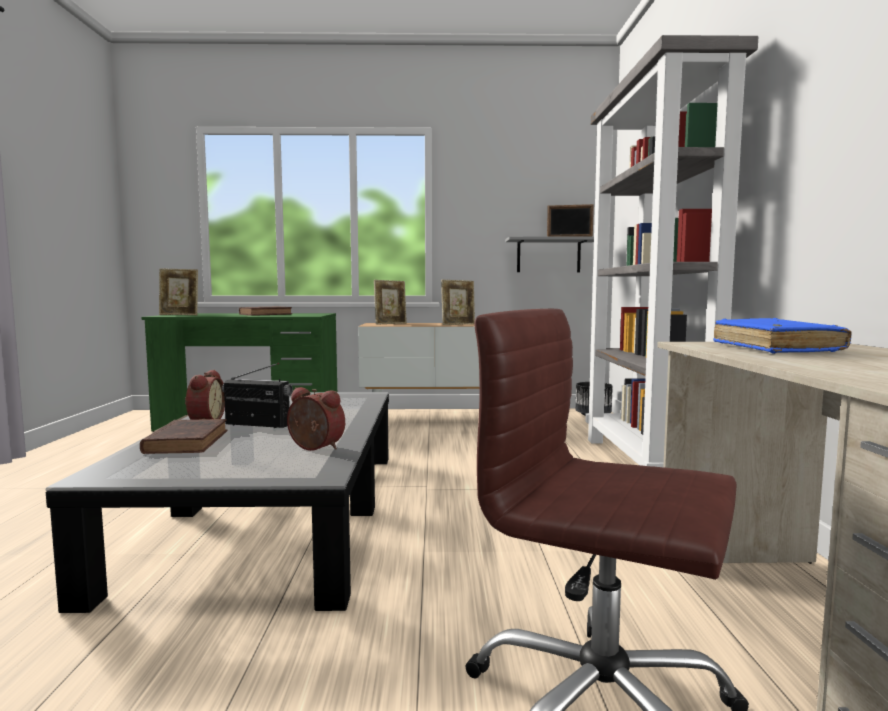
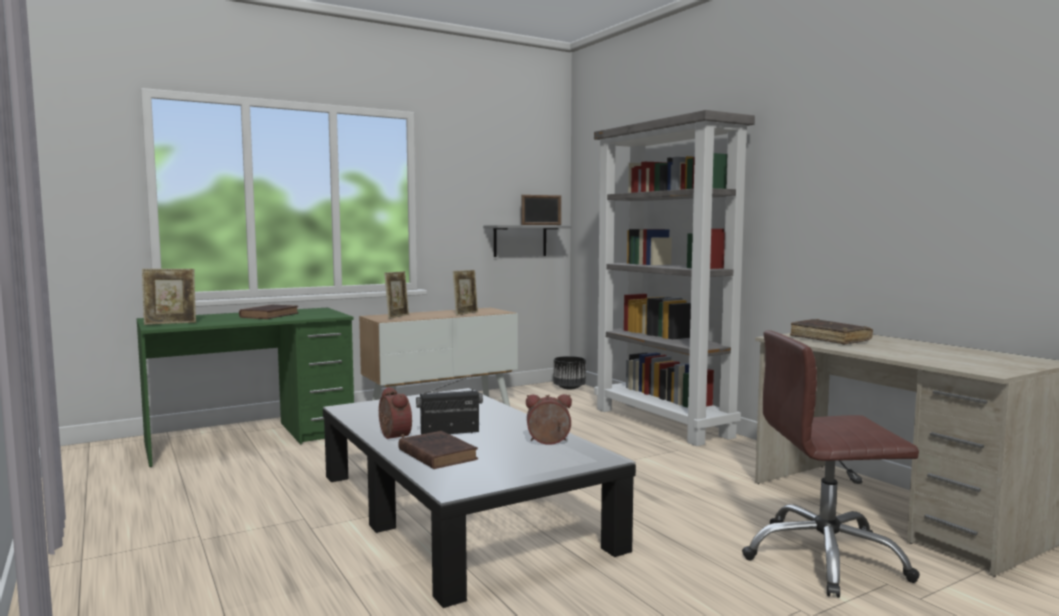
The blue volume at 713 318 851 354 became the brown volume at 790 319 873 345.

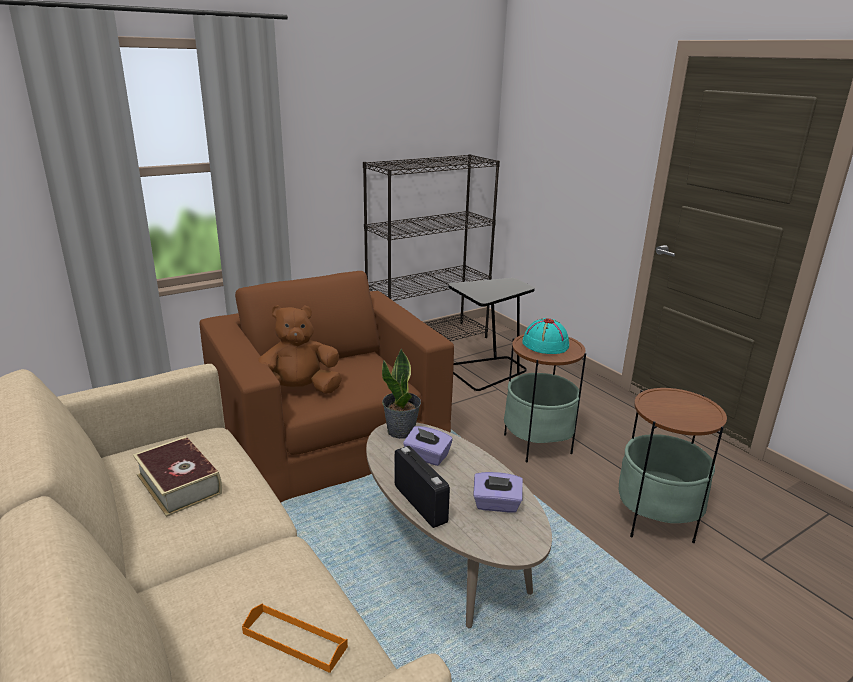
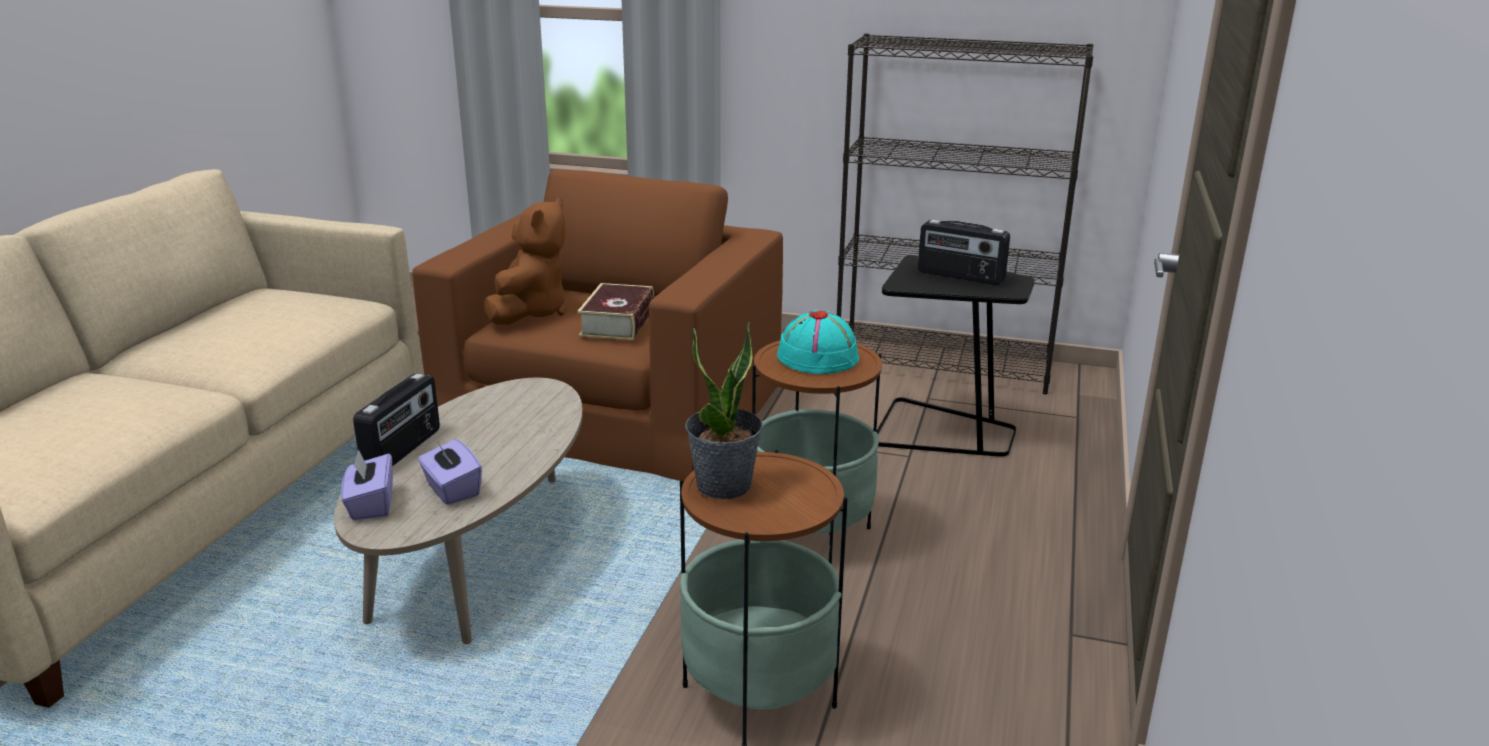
The volume moved from 133 436 222 517 to 577 283 654 340. The orangey serving tray at 242 603 348 673 disappeared. The brown plush toy at 258 305 342 394 turned 75 degrees clockwise. The potted plant moved from 382 348 421 439 to 685 322 763 499. The purple box of tissues moved from 403 426 453 466 to 341 450 393 520. The radio receiver at 918 220 1010 285 appeared.

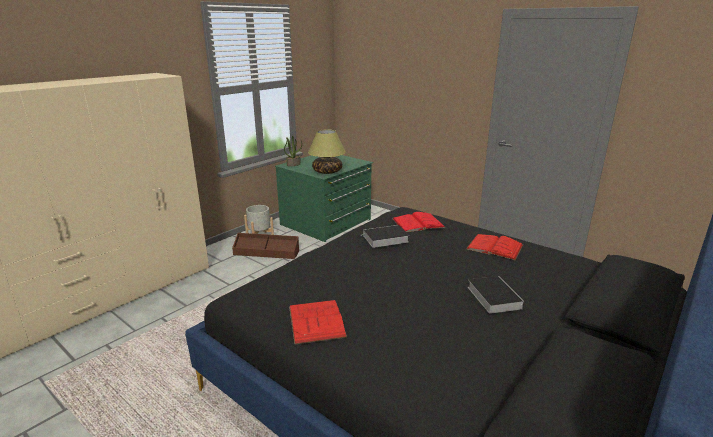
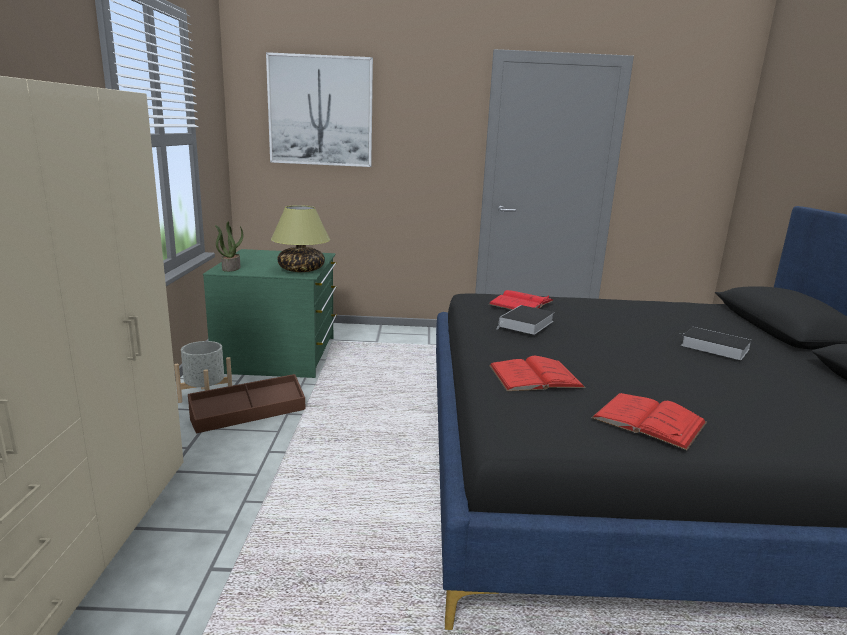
The reddish volume moved from 466 234 523 260 to 489 356 586 391. The picture at 266 52 373 167 appeared.

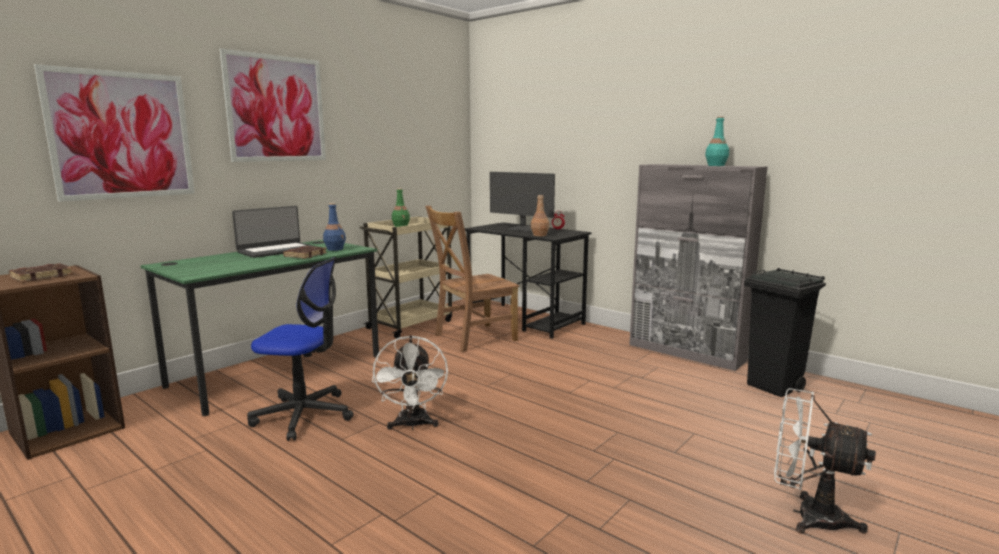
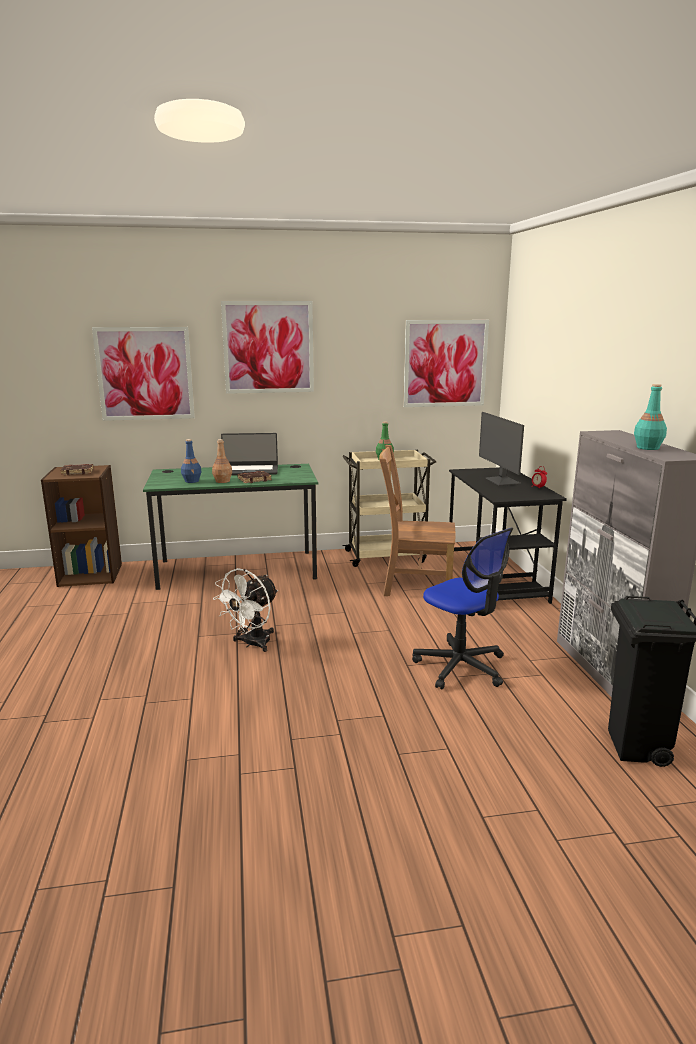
The computer chair moved from 247 257 354 441 to 412 528 513 689. The blue drink bottle moved from 323 203 346 251 to 181 439 201 483. The brown drink bottle moved from 531 195 549 236 to 212 439 232 483. The white-coloured fan at 774 388 876 534 disappeared. The picture at 403 320 489 407 appeared.

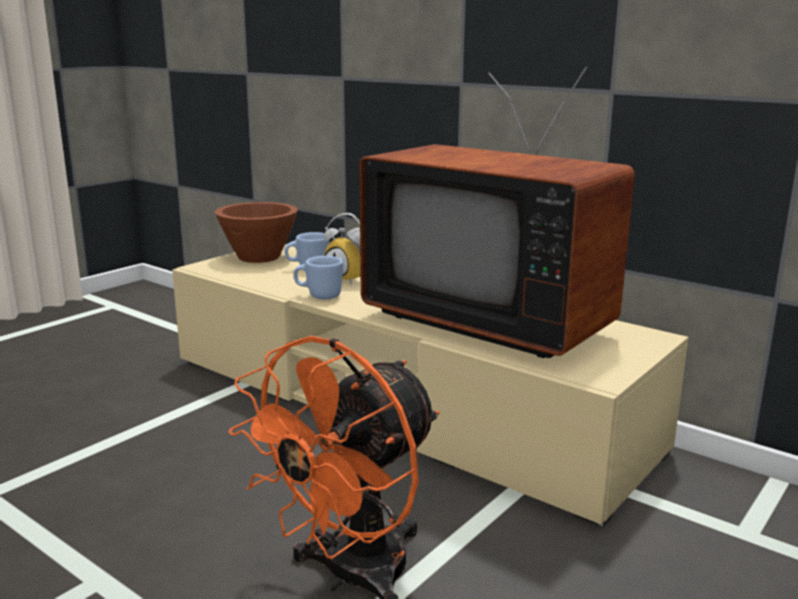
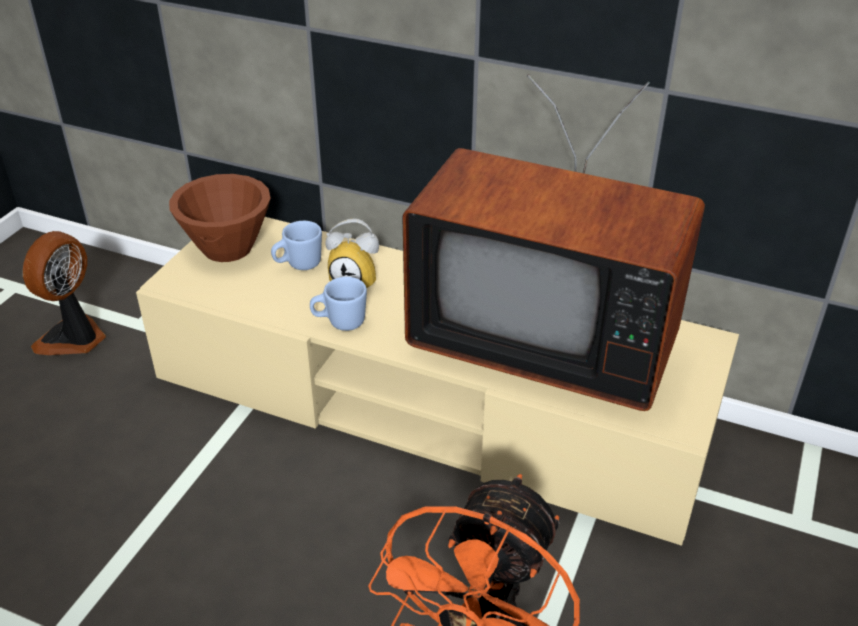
The fan at 23 231 106 355 appeared.

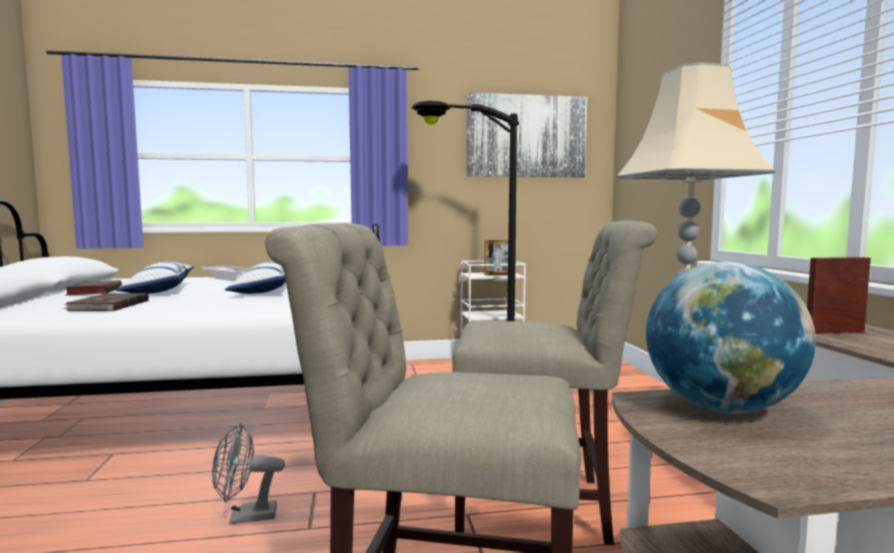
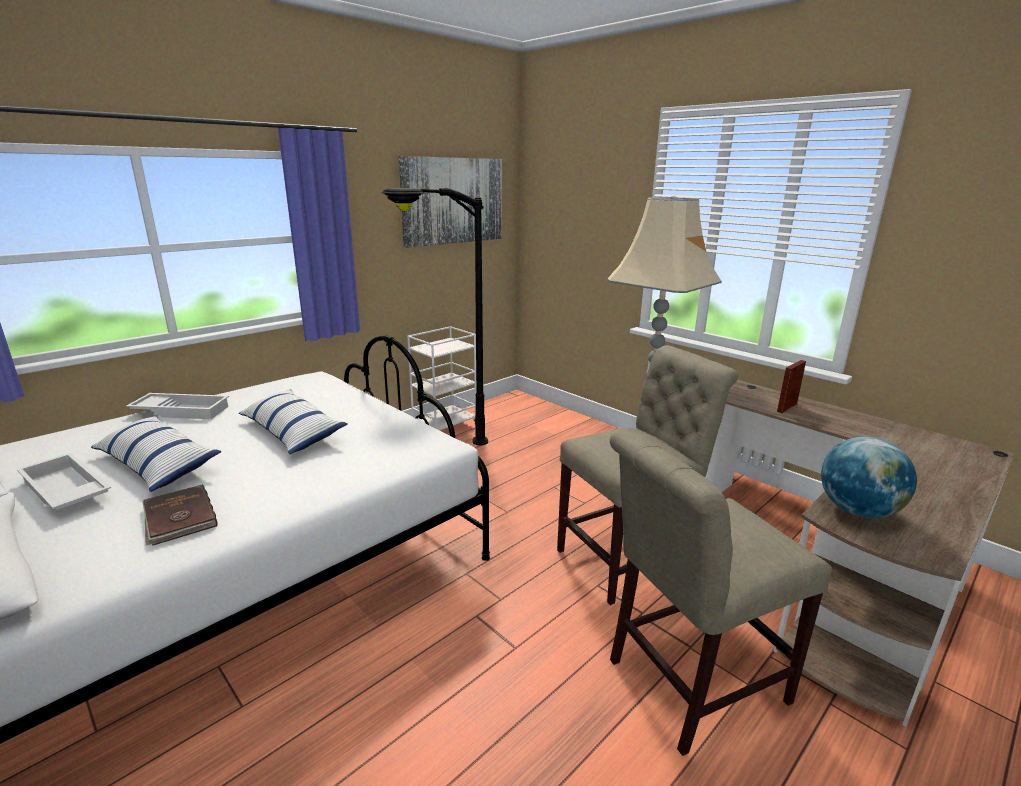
The volume at 65 280 122 295 was replaced by the white-coloured serving tray at 17 453 111 510. The grey fan at 212 423 285 524 disappeared. The standing frame at 484 240 508 275 disappeared.

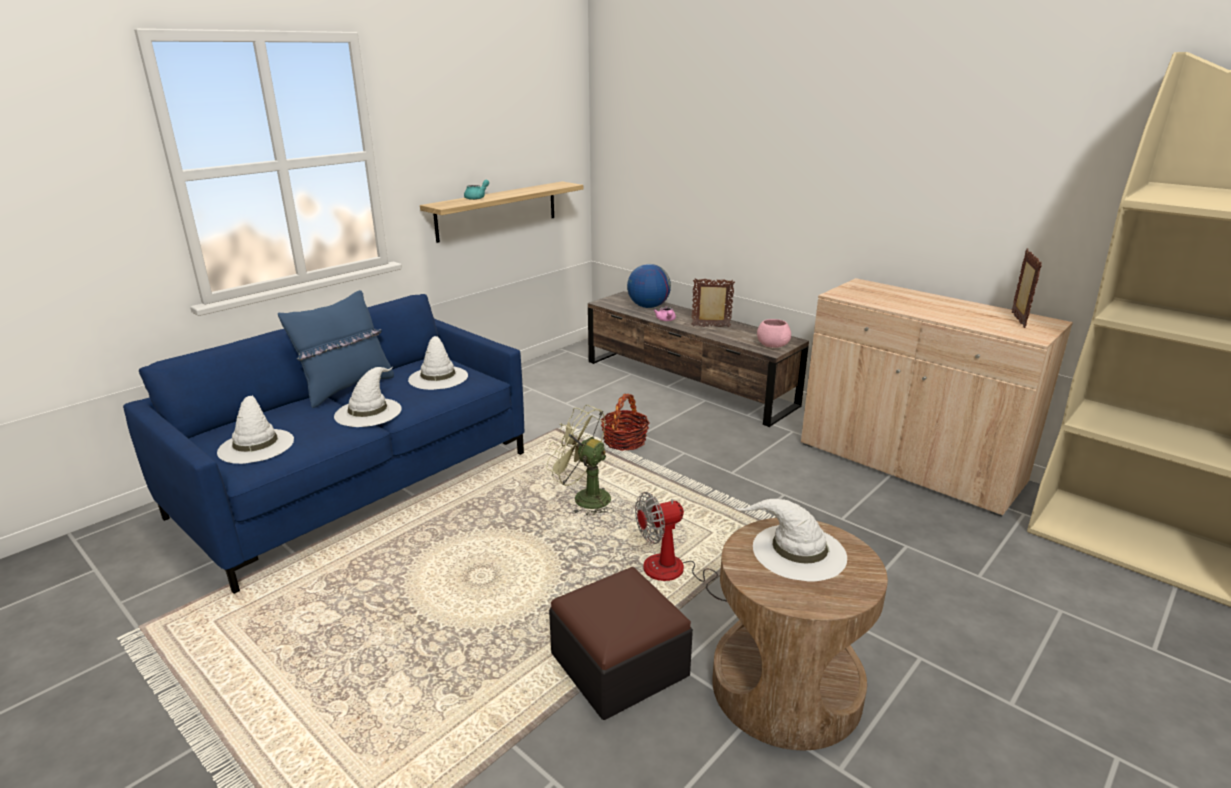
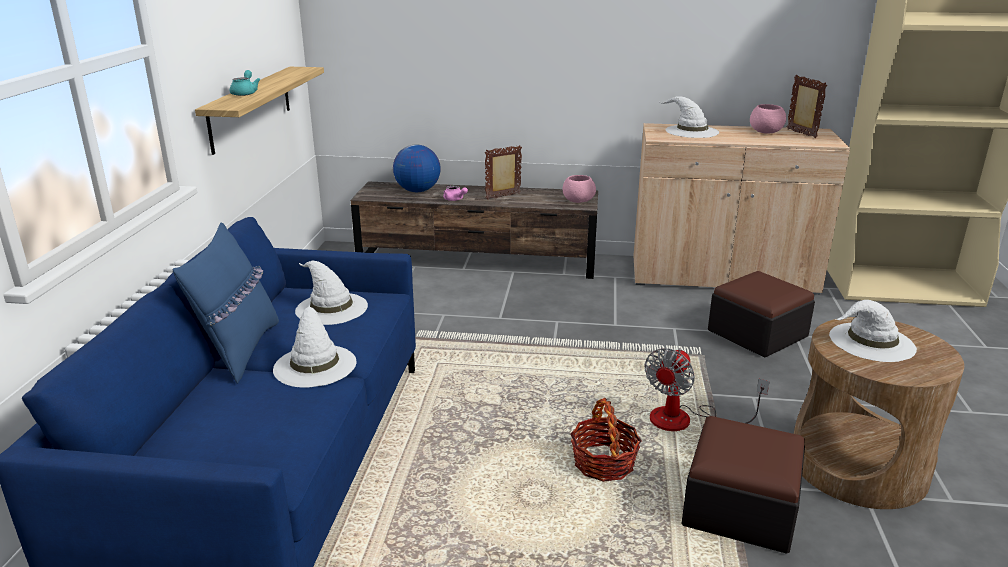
The white-coloured wearable hat moved from 217 395 294 464 to 660 96 719 138. The green fan at 546 405 614 516 disappeared. The basket moved from 601 394 649 451 to 571 398 641 482. The footrest at 708 271 815 358 appeared. The pink-coloured bowl at 750 104 786 134 appeared.

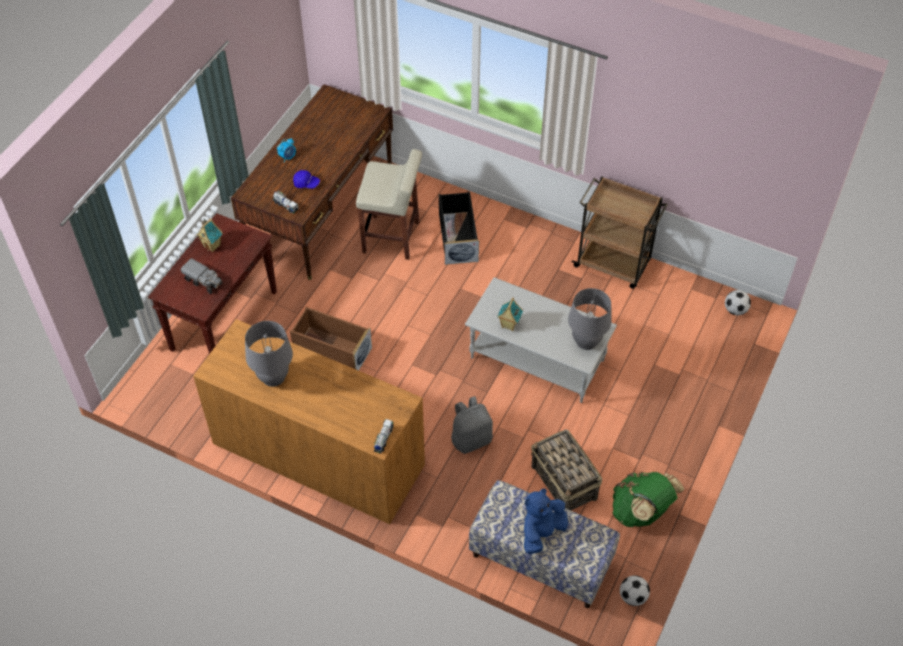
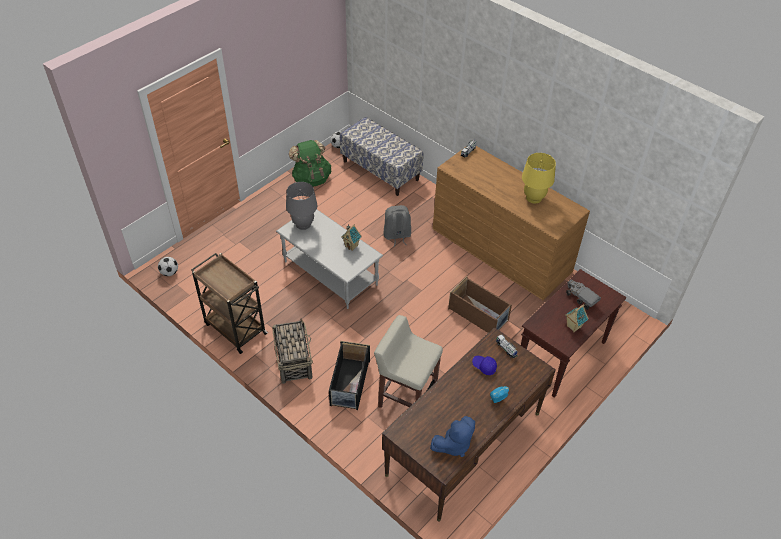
The grey tabletop lamp at 245 321 293 387 became the yellow tabletop lamp at 522 153 556 203. The blue plush toy moved from 524 489 568 554 to 430 416 475 457. The basket moved from 531 429 602 511 to 273 318 313 384.

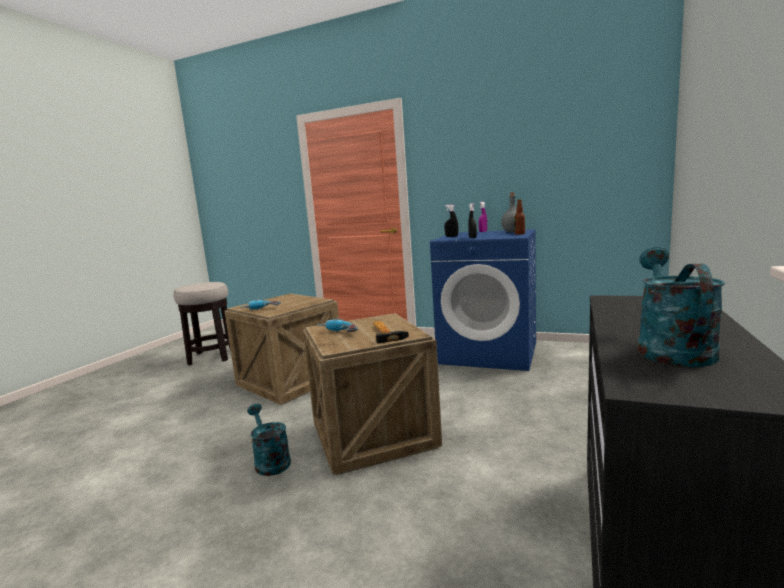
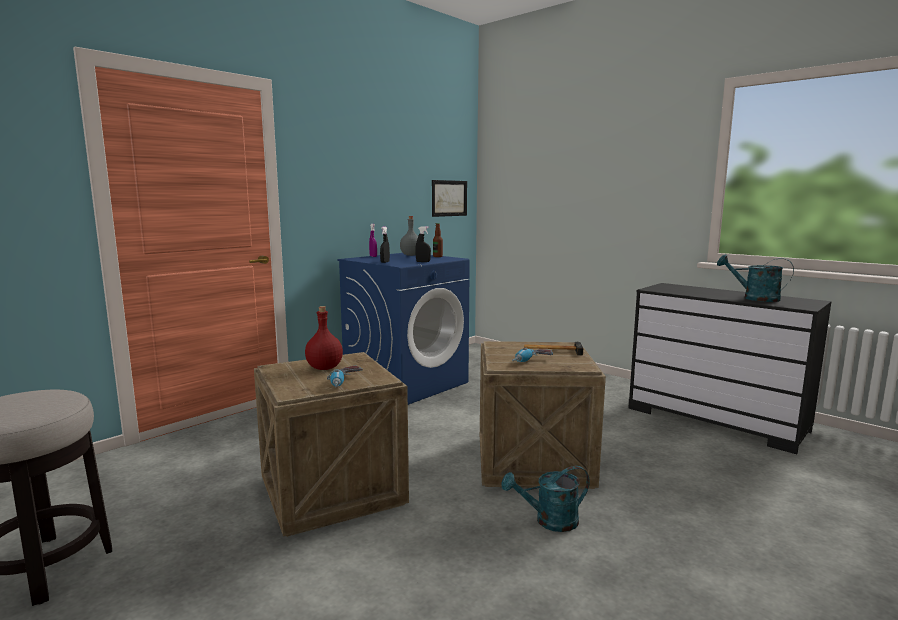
The reddish drink bottle at 305 306 343 370 appeared. The picture at 432 180 467 217 appeared.

